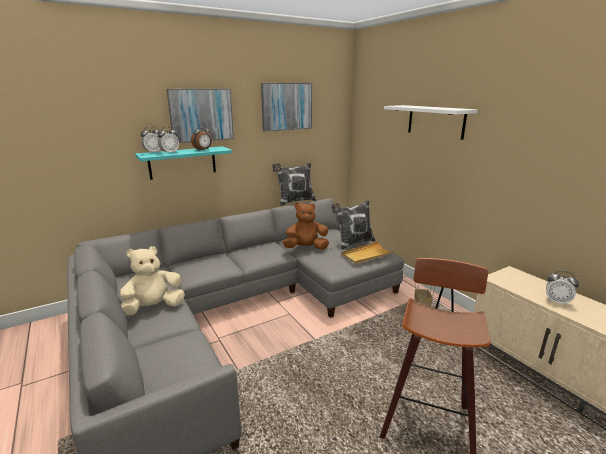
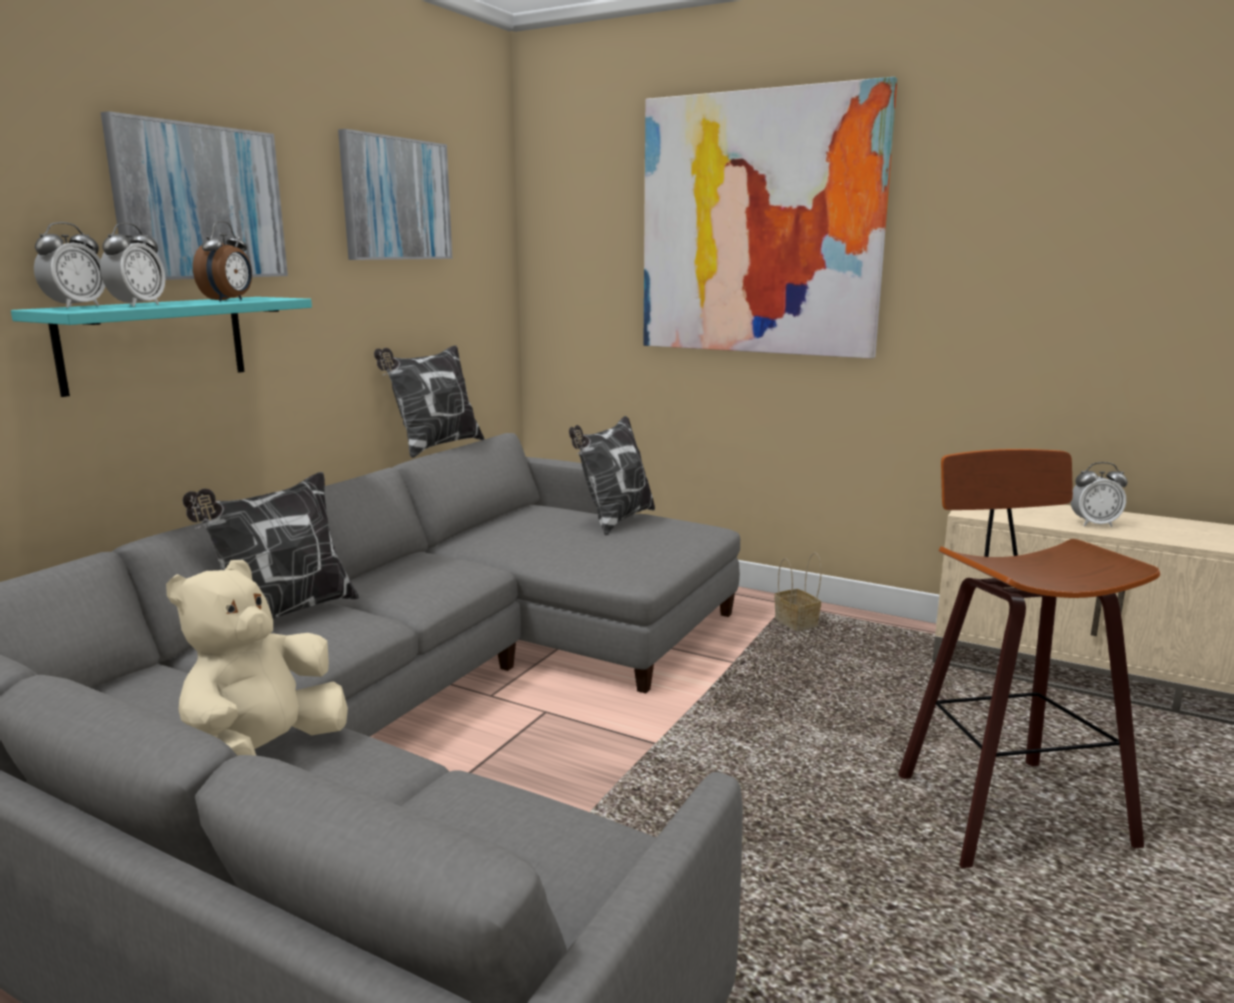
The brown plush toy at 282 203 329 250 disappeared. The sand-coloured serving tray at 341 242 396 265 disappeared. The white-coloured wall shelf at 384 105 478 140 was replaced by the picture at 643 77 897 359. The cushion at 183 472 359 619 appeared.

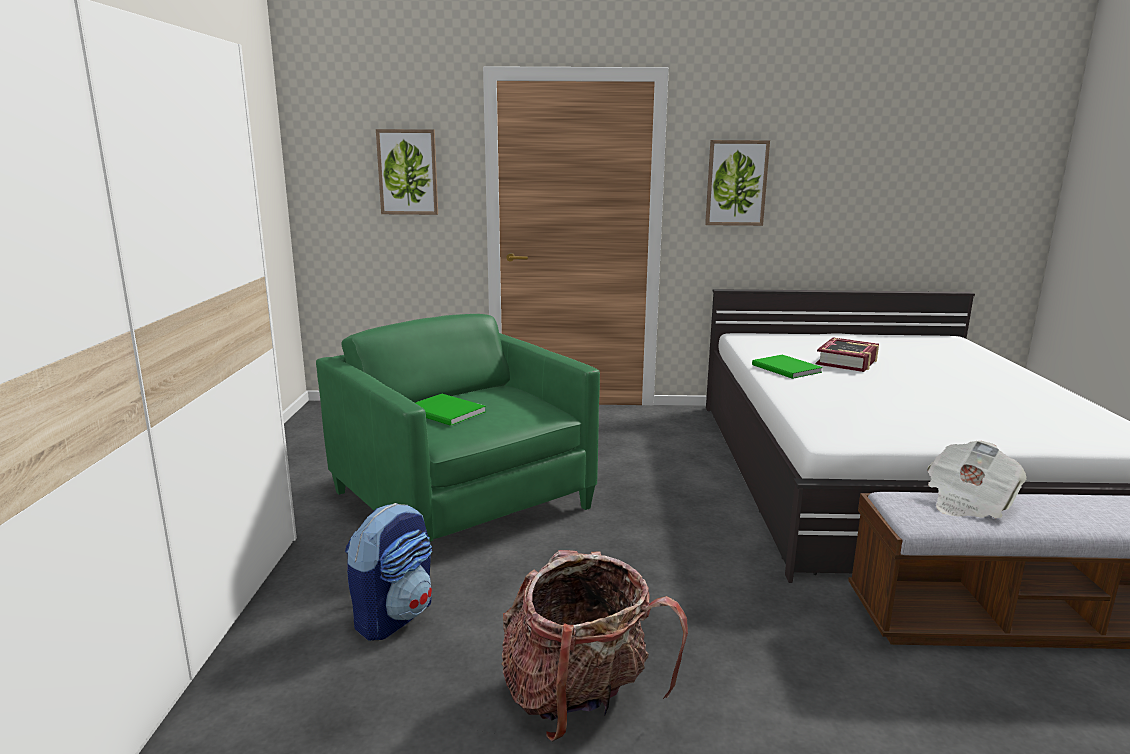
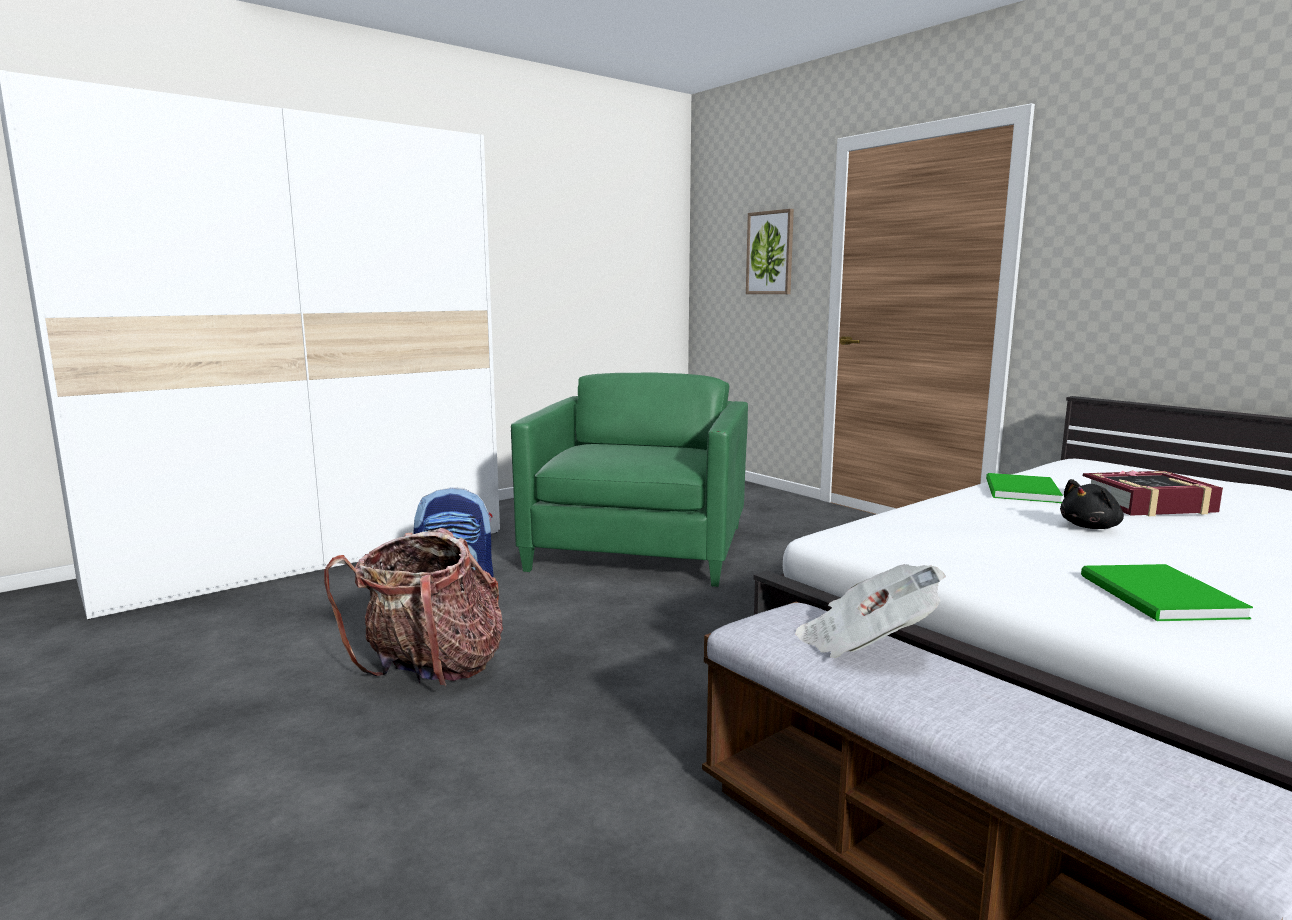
The green volume moved from 416 394 486 426 to 1081 564 1253 621. The picture at 705 140 770 226 disappeared. The black-coloured plush toy at 1060 479 1124 529 appeared.

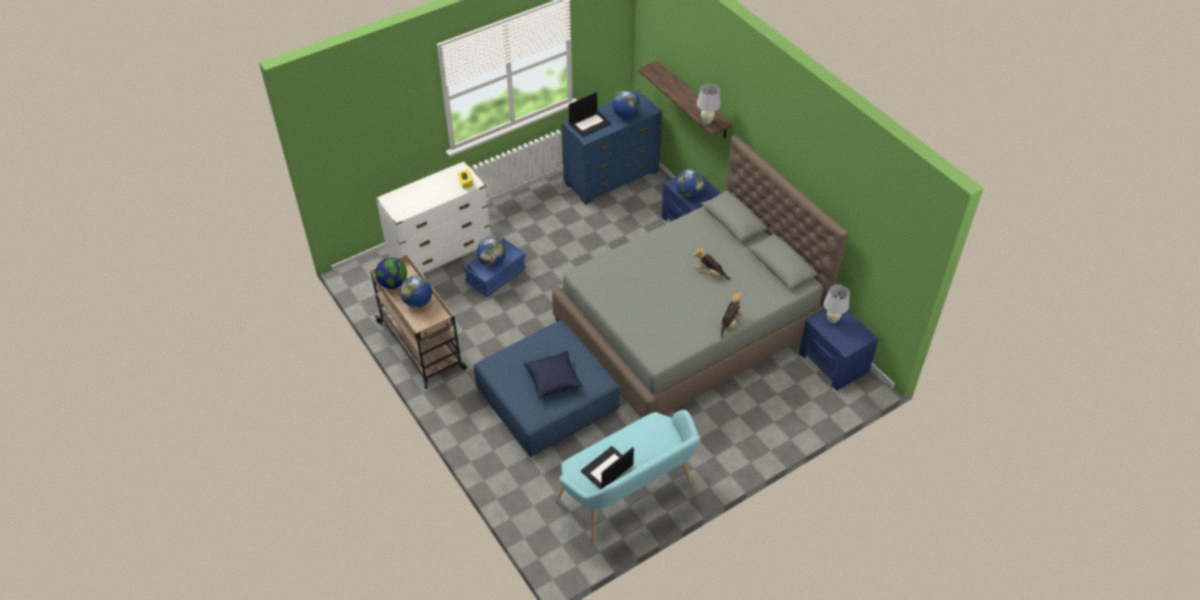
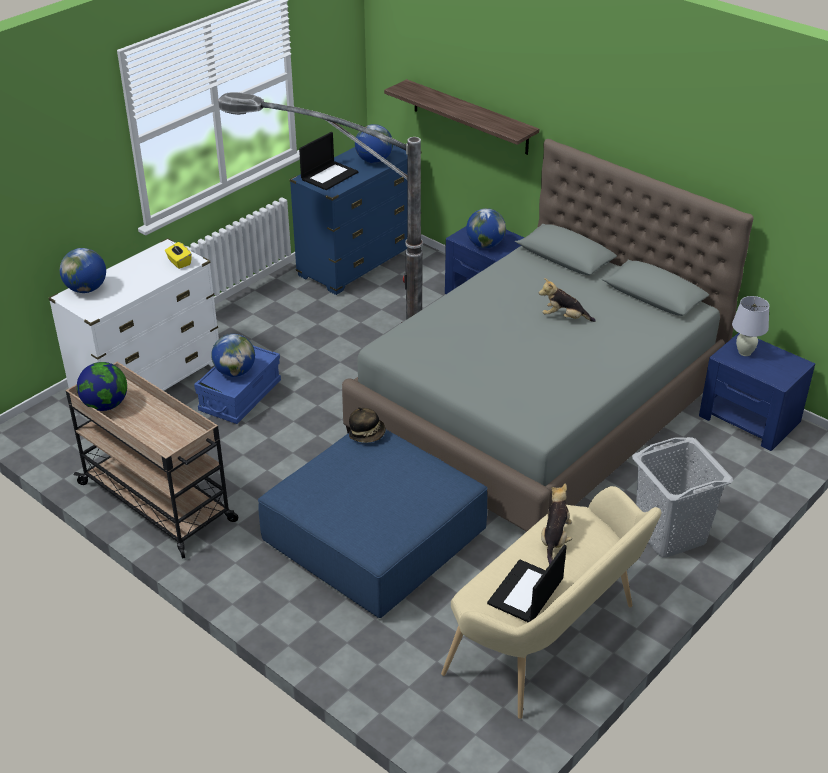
The globe moved from 400 276 432 308 to 60 248 106 293. The blue cushion at 523 351 582 400 disappeared. The turquoise-coloured long seat at 555 410 700 542 became the sand-coloured long seat at 441 486 661 719. The white-coloured tabletop lamp at 697 84 721 124 disappeared. The plush toy moved from 720 292 743 339 to 541 484 572 565. The standing lamp at 218 92 423 324 appeared. The wearable hat at 349 407 386 443 appeared. The grey hamper at 632 437 733 558 appeared.

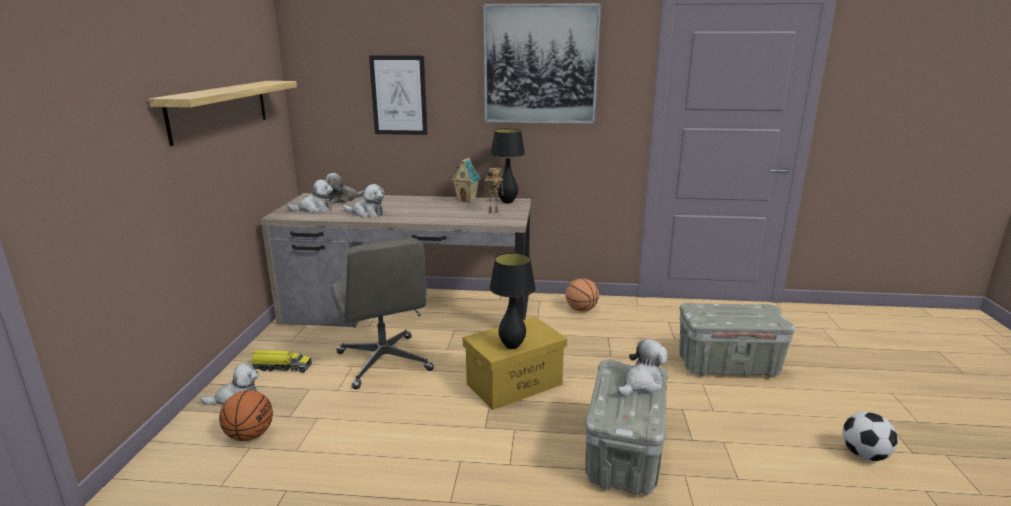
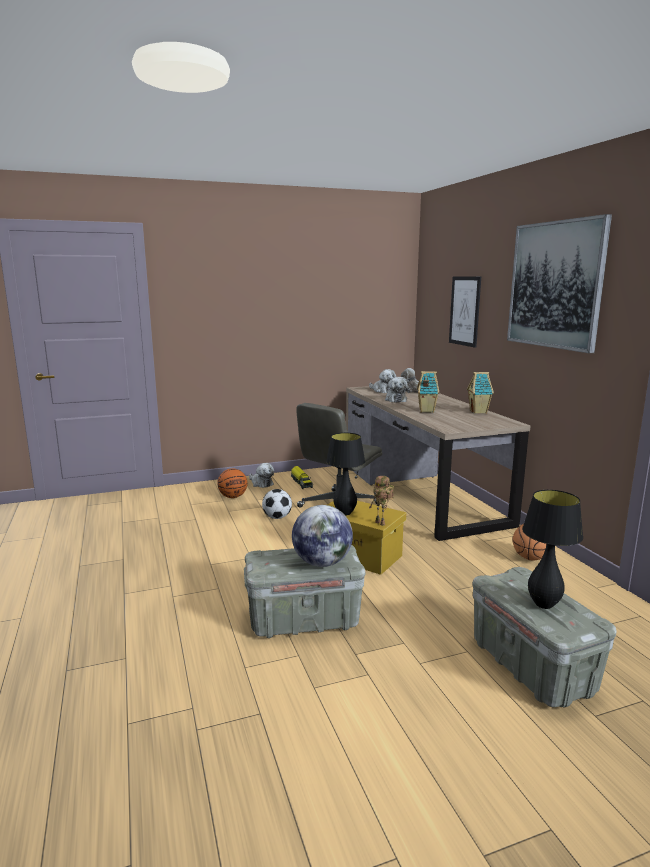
The wall shelf at 148 81 297 146 disappeared. The model robot moved from 484 168 504 213 to 370 476 394 526. The black-coloured tabletop lamp moved from 490 129 525 203 to 522 490 583 609. The plush toy at 617 339 668 396 was replaced by the globe at 292 505 353 567. The football moved from 842 412 898 461 to 262 489 292 519. The model house at 417 371 439 413 appeared.

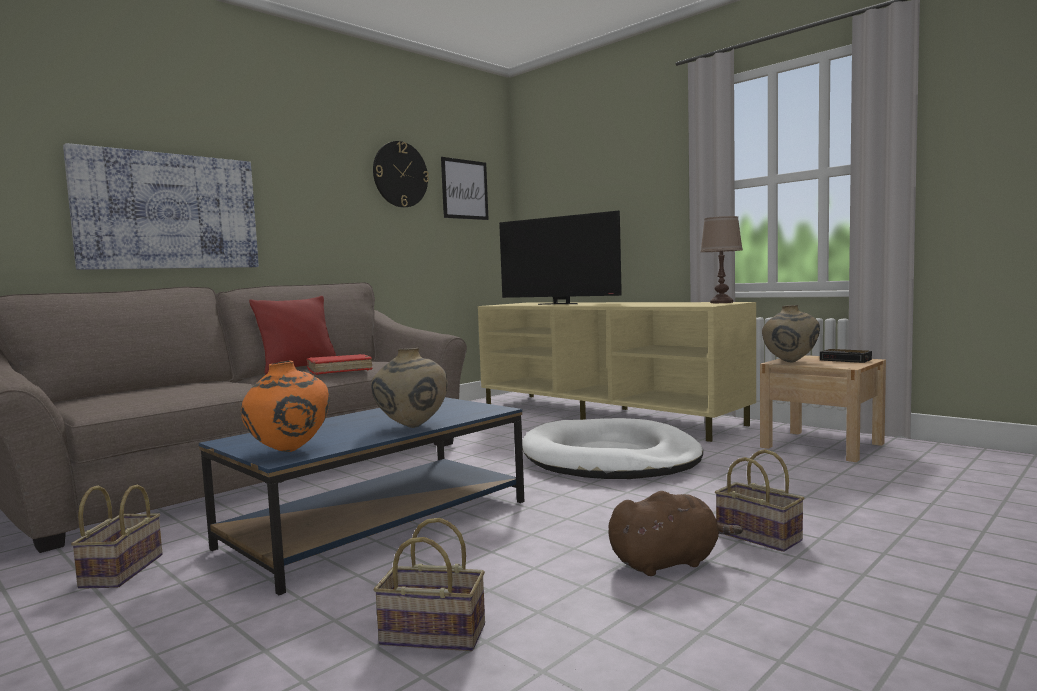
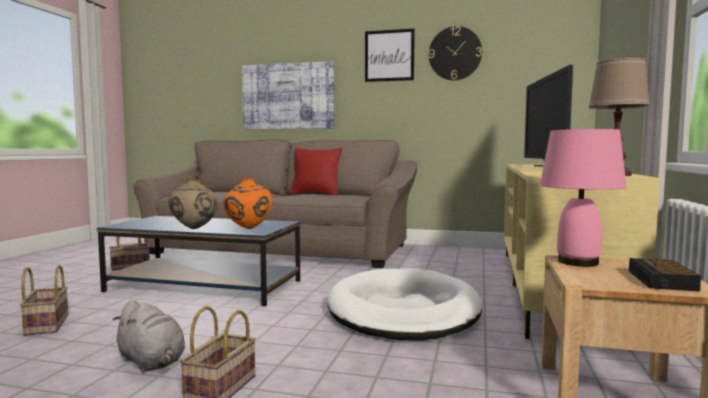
The orangey decorative vase moved from 241 361 330 452 to 223 178 272 229. The reddish volume at 307 354 373 375 disappeared. The picture moved from 441 157 489 220 to 365 29 415 82. The brown plush toy at 608 491 743 576 became the grey plush toy at 112 300 185 373. The sand-coloured decorative vase at 762 305 820 363 was replaced by the pink-coloured tabletop lamp at 540 129 627 267.

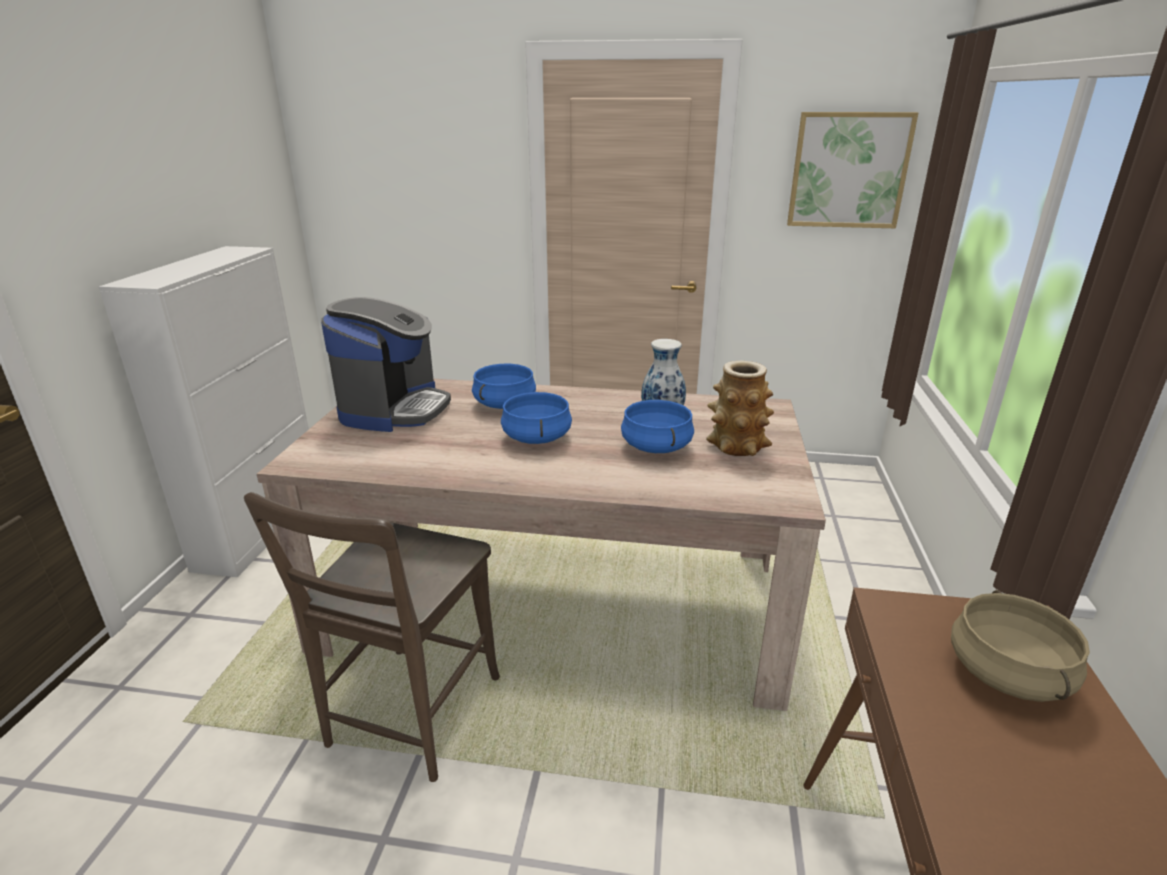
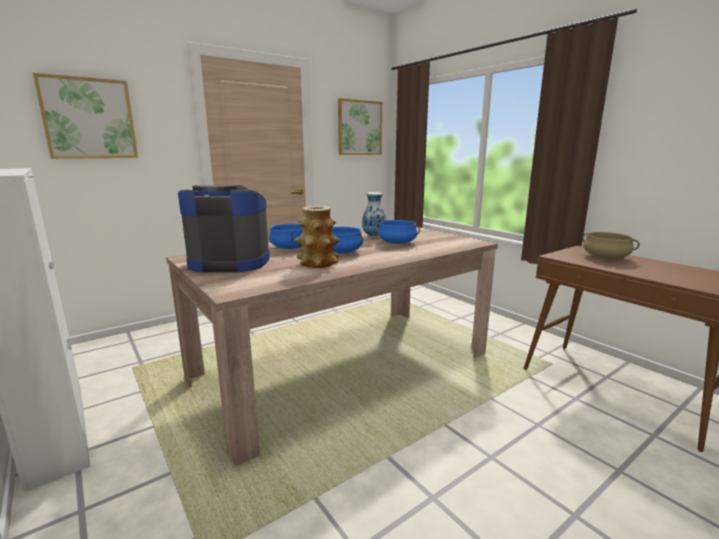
The brown chair at 244 492 500 782 disappeared. The coffee brewer at 321 297 451 432 turned 60 degrees counterclockwise. The decorative vase moved from 706 361 774 456 to 295 206 340 268. The picture at 33 73 138 159 appeared.

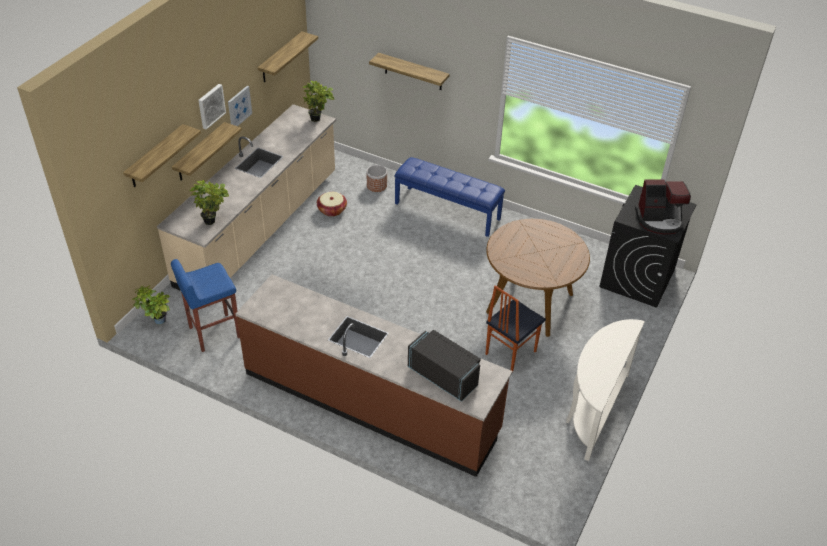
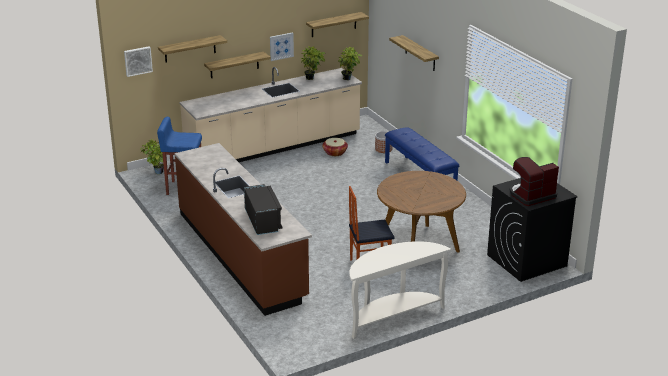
The potted plant moved from 189 180 229 225 to 300 46 325 80. The picture moved from 198 84 226 130 to 124 46 153 77. The coffee brewer at 635 179 691 234 turned 120 degrees clockwise.

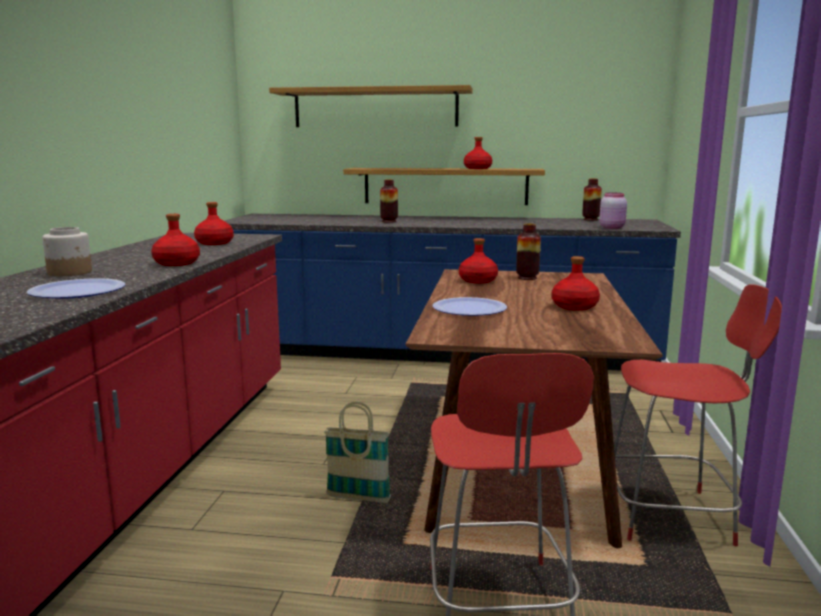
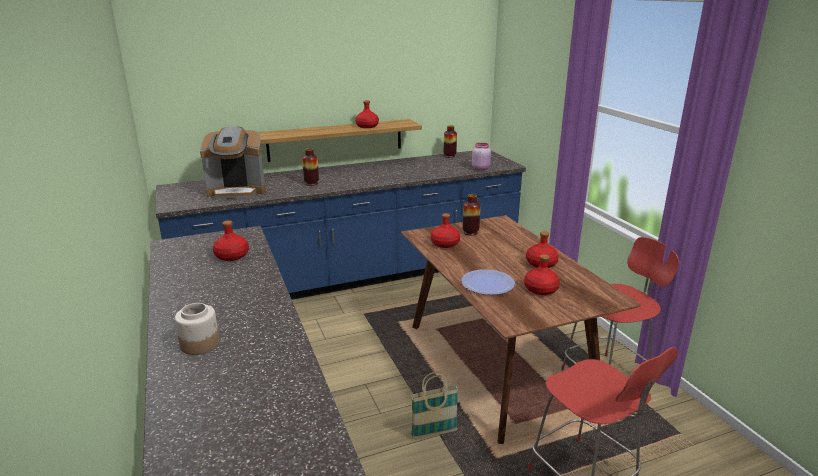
The flat dish at 27 278 125 299 disappeared. The reddish drink bottle moved from 151 214 200 266 to 524 254 560 295. The wall shelf at 269 85 473 127 disappeared. The coffee brewer at 200 126 265 199 appeared.

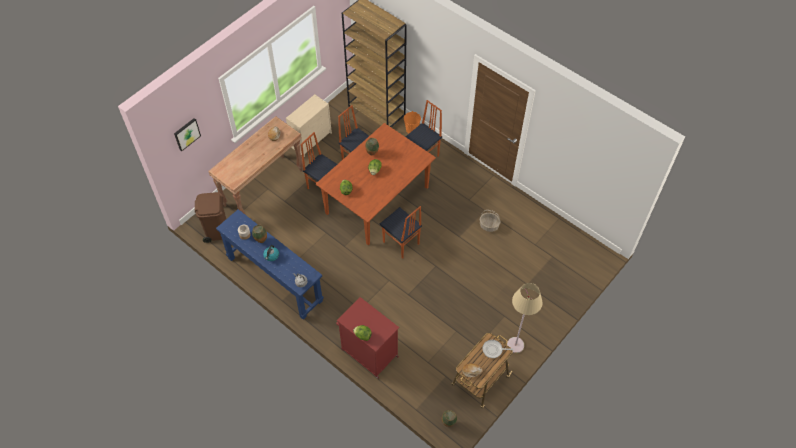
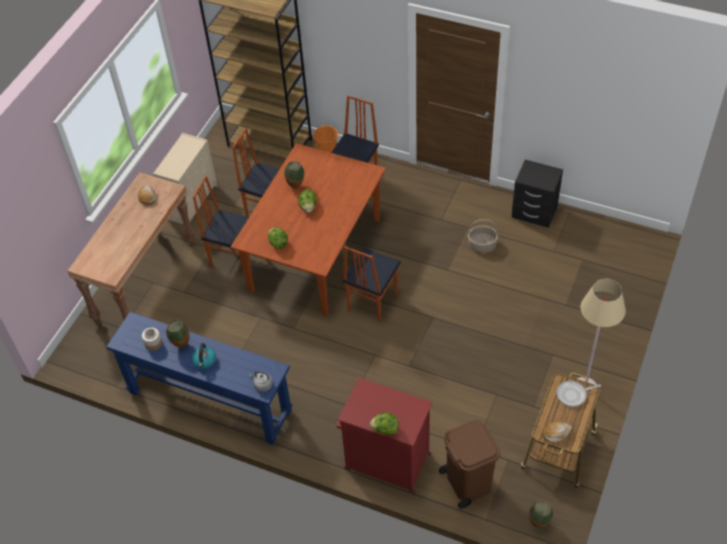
The picture at 174 118 201 151 disappeared. The brown trash can moved from 195 192 226 243 to 439 420 501 509. The chair at 380 206 422 259 turned 90 degrees clockwise. The black-coloured bedside table at 512 160 563 228 appeared.

